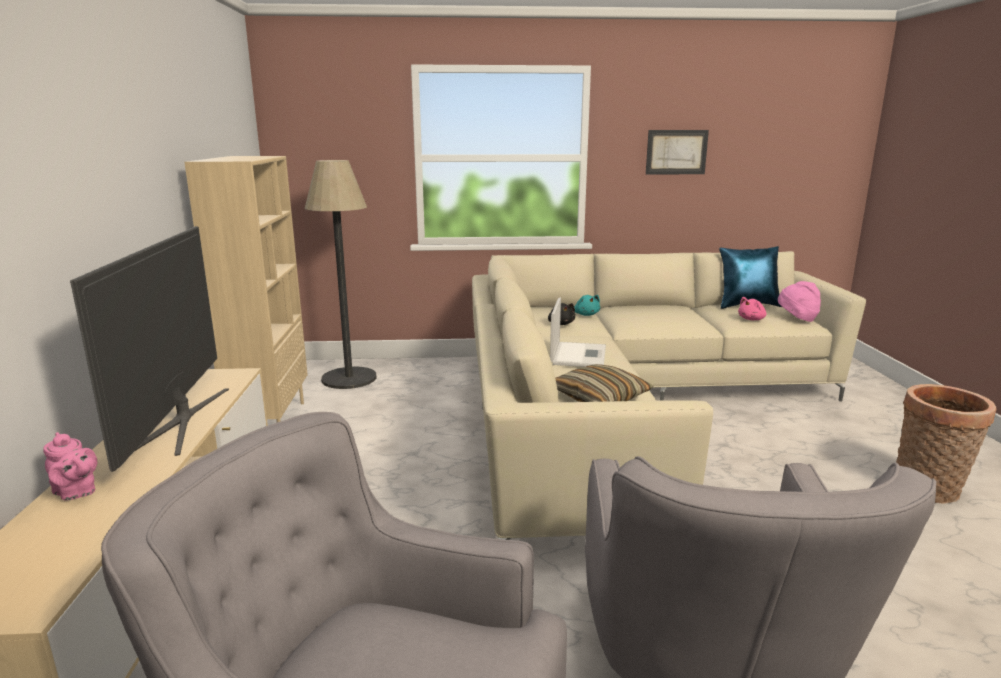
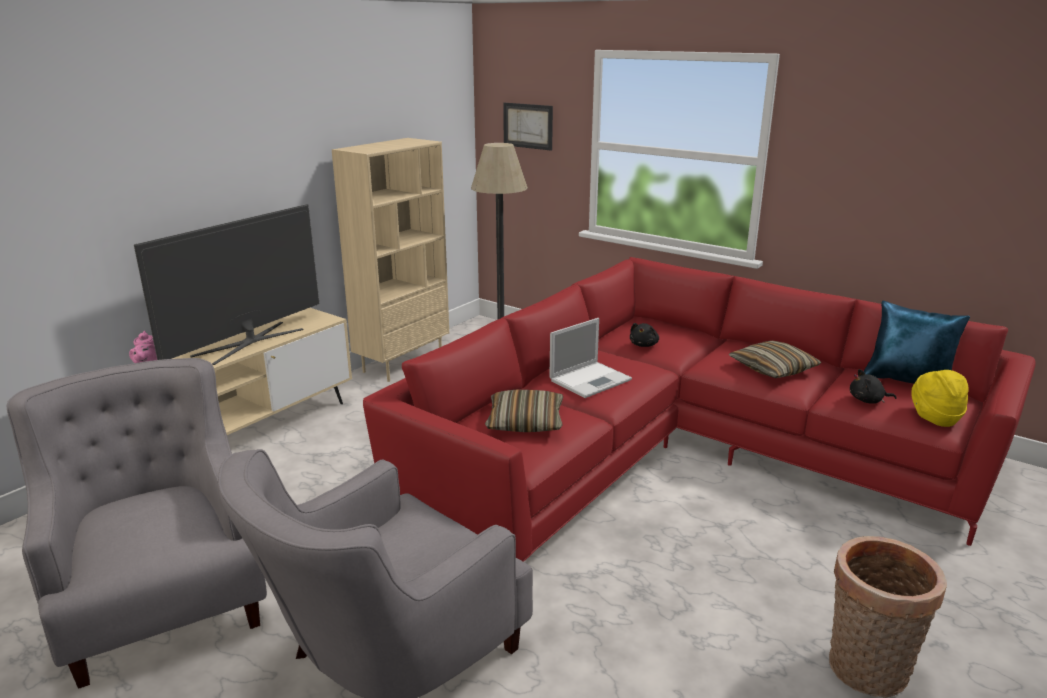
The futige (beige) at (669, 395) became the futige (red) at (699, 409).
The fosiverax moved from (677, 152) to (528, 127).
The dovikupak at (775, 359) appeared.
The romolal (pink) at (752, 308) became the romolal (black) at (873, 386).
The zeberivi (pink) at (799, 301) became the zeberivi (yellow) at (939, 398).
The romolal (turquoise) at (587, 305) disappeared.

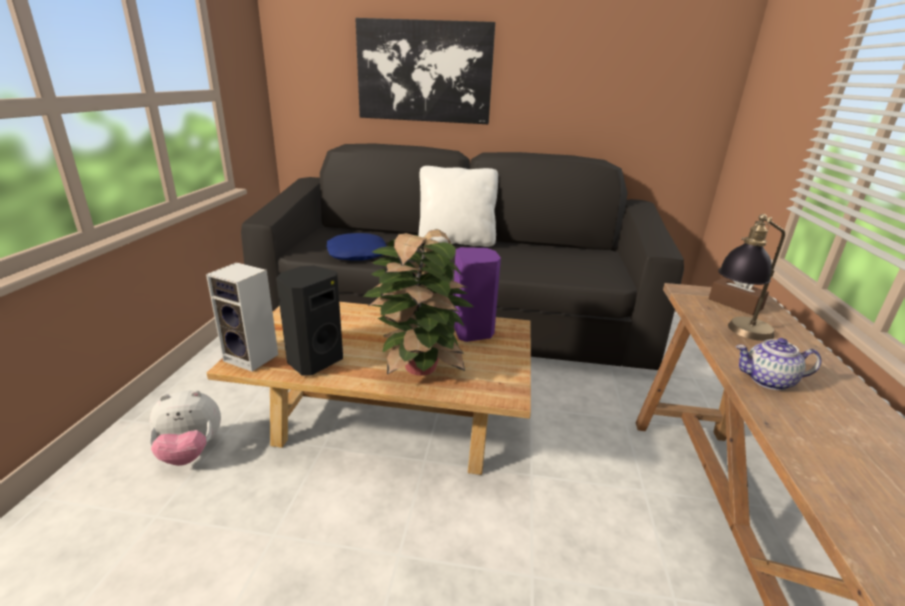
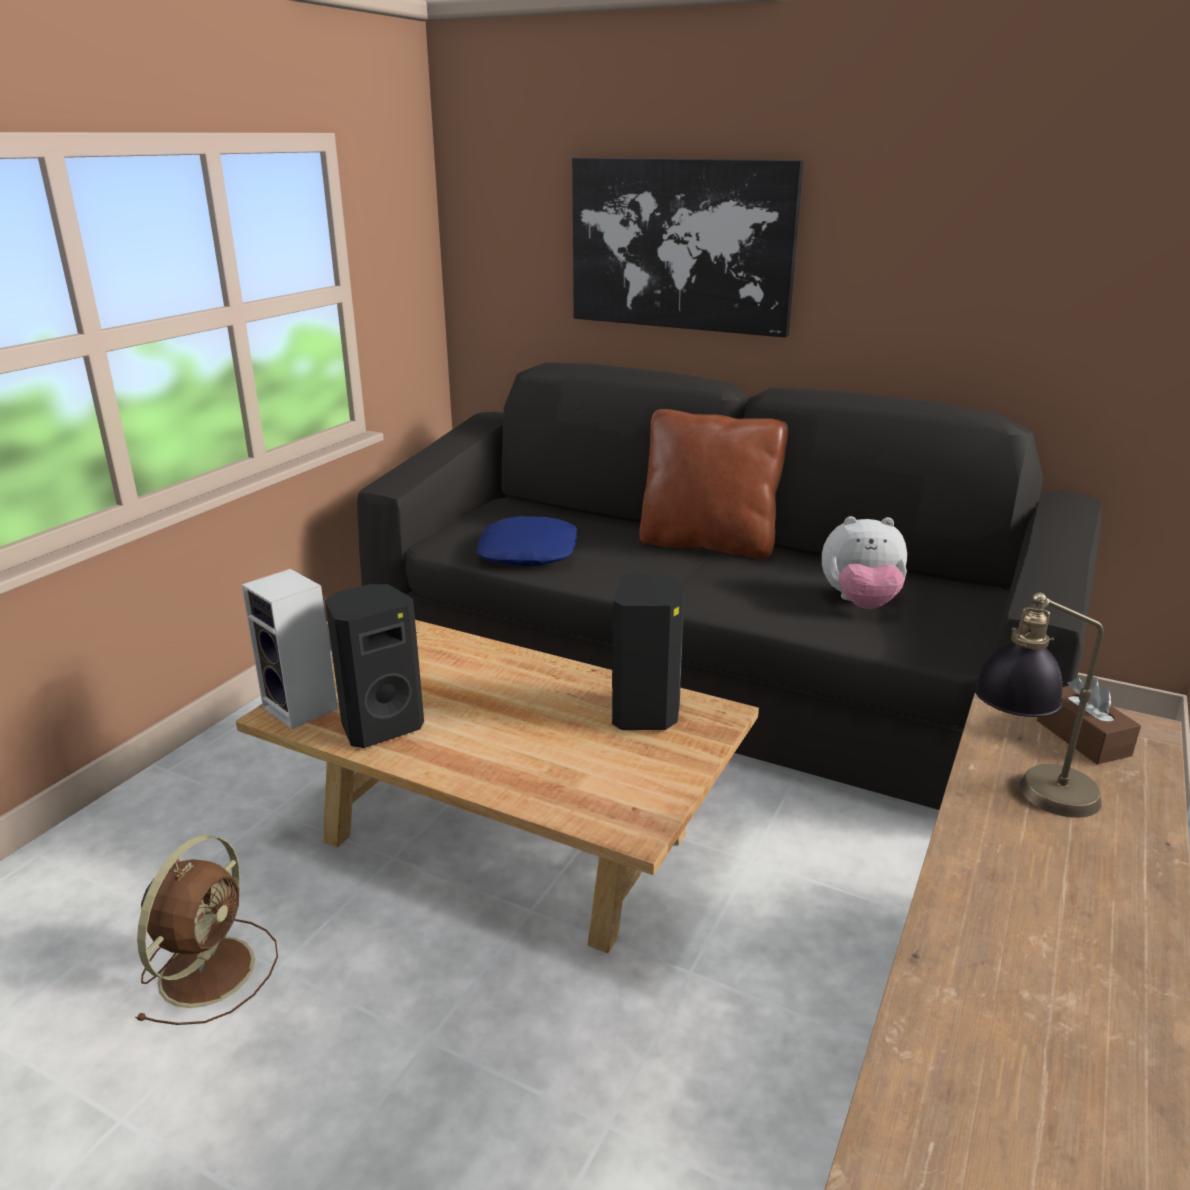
The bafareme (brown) at (206, 930) appeared.
The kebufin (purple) at (477, 294) became the kebufin (black) at (648, 651).
The dovikupak (white) at (458, 206) became the dovikupak (brown) at (713, 484).
The romolal moved from (185, 428) to (864, 562).
The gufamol at (418, 302) disappeared.
The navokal at (778, 364) disappeared.

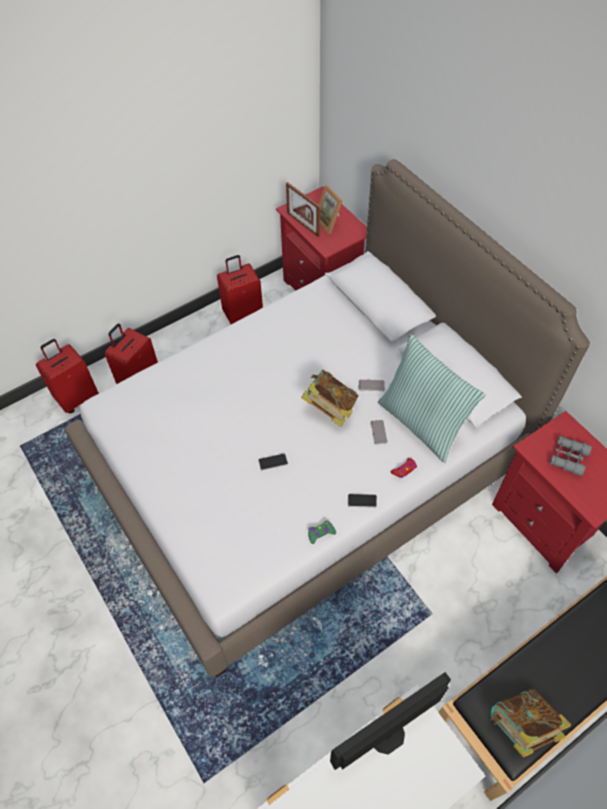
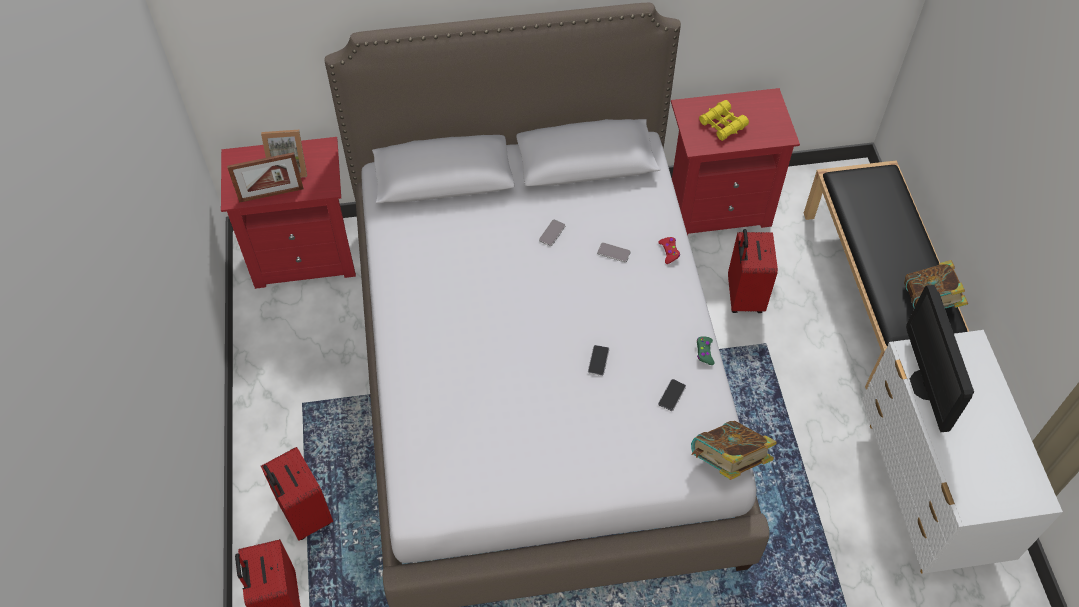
The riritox moved from (362, 501) to (672, 395).
The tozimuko moved from (330, 398) to (734, 450).
The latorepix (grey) at (571, 456) became the latorepix (yellow) at (724, 120).
The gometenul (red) moved from (240, 289) to (753, 271).
The dovikupak at (432, 398) disappeared.

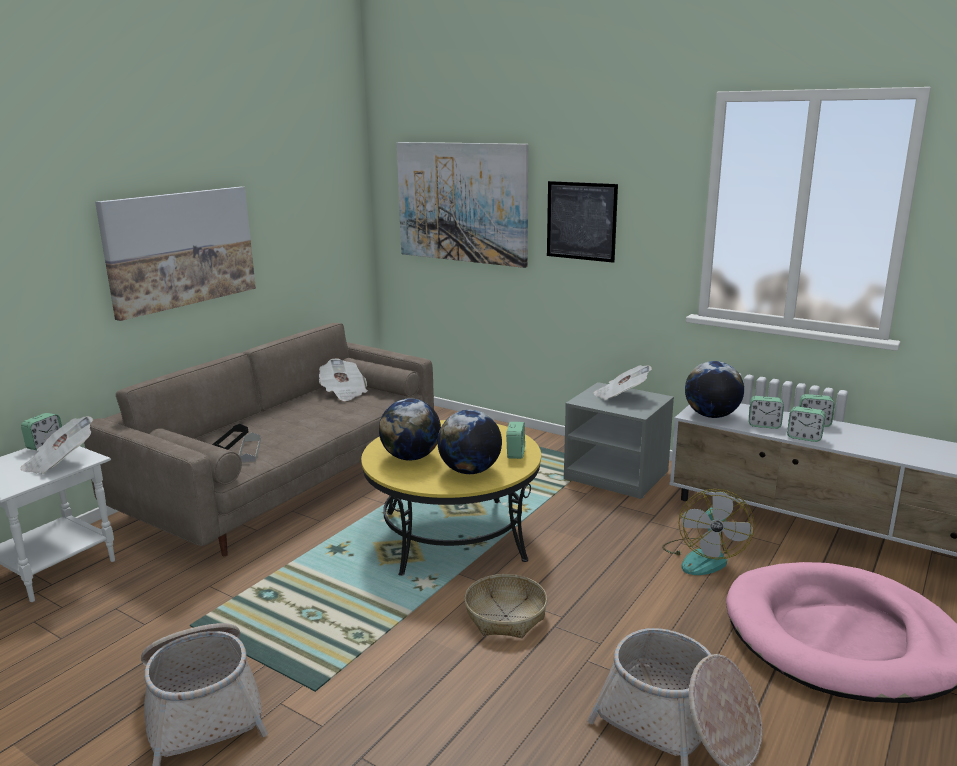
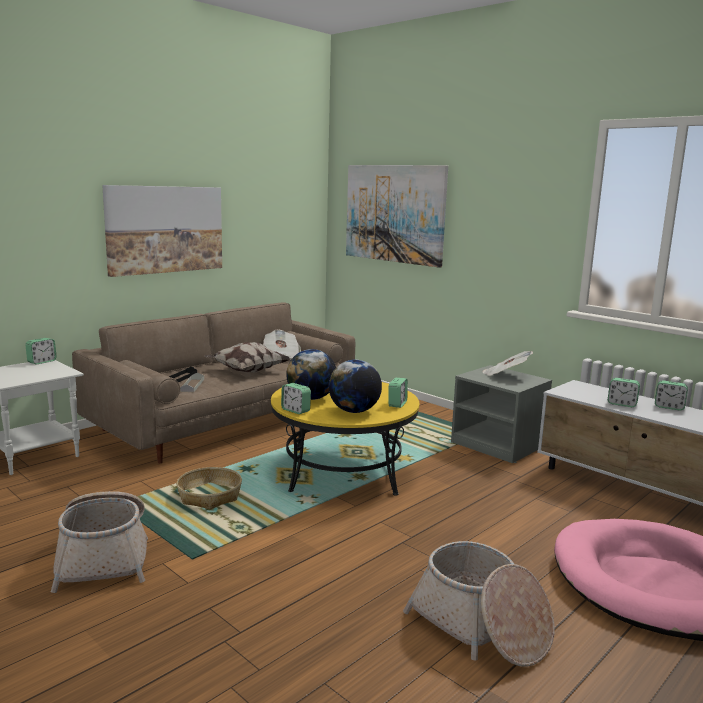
The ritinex moved from (505, 606) to (209, 488).
The dovikupak at (247, 357) appeared.
The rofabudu moved from (806, 424) to (296, 398).
The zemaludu at (57, 445) disappeared.
The fosiverax at (582, 222) disappeared.
The bafareme at (708, 532) disappeared.
The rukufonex at (714, 389) disappeared.

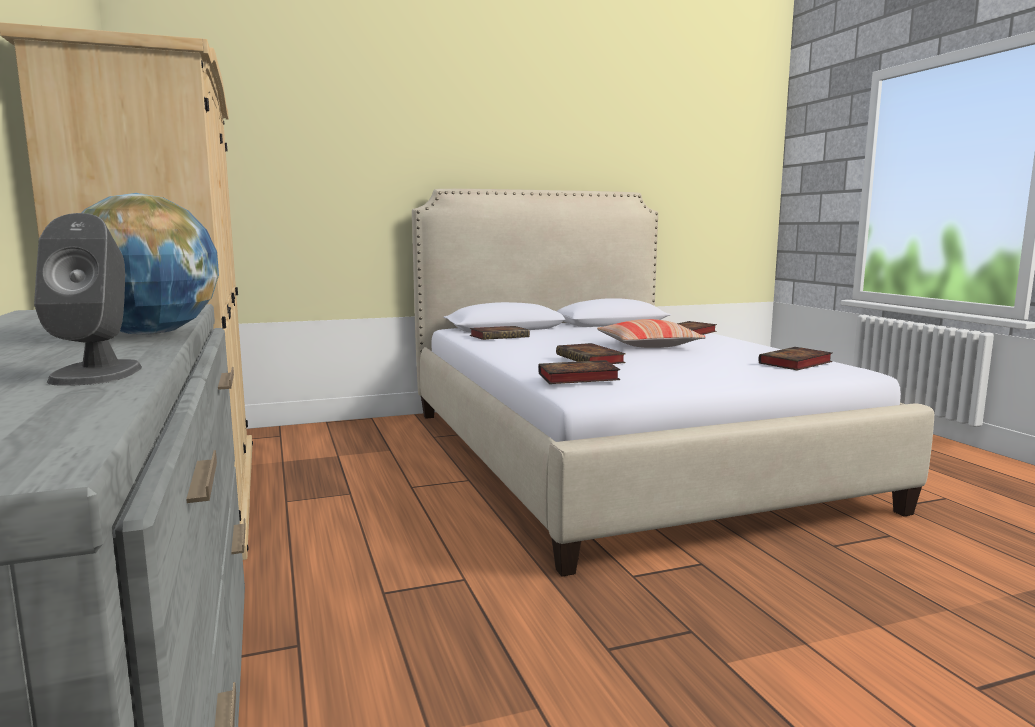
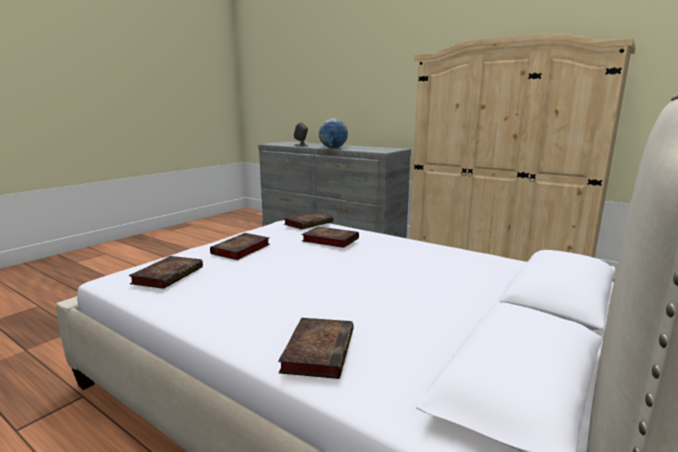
The tozimuko moved from (499, 333) to (240, 246).
The dovikupak at (651, 333) disappeared.

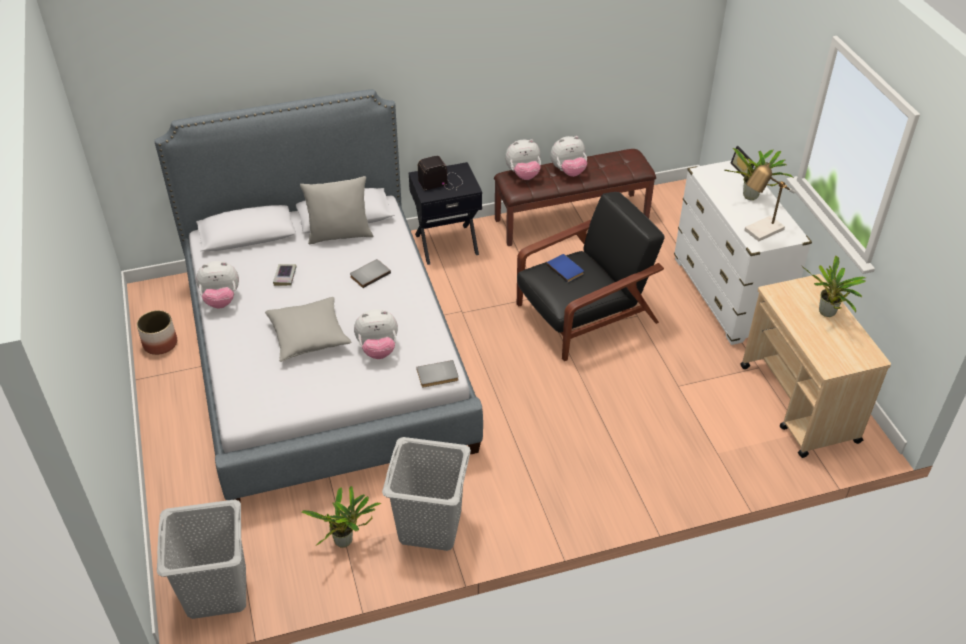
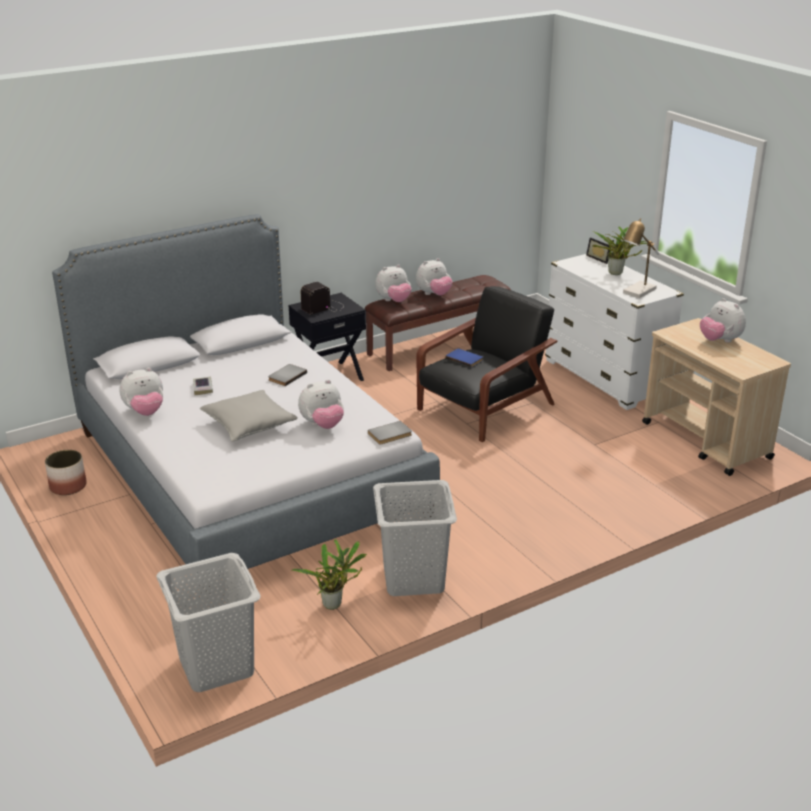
The gufamol at (833, 286) was replaced by the romolal at (723, 320).
The dovikupak (grey) at (336, 210) disappeared.

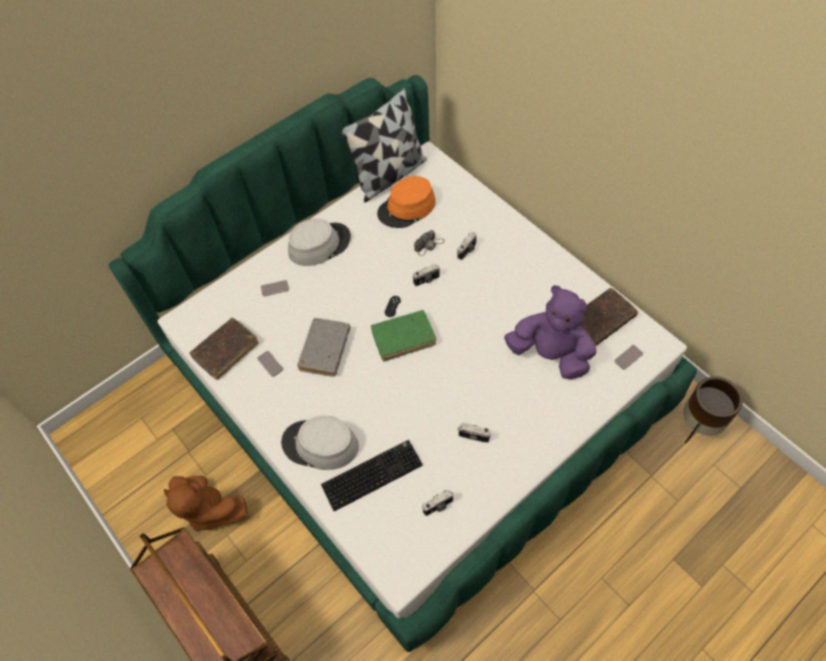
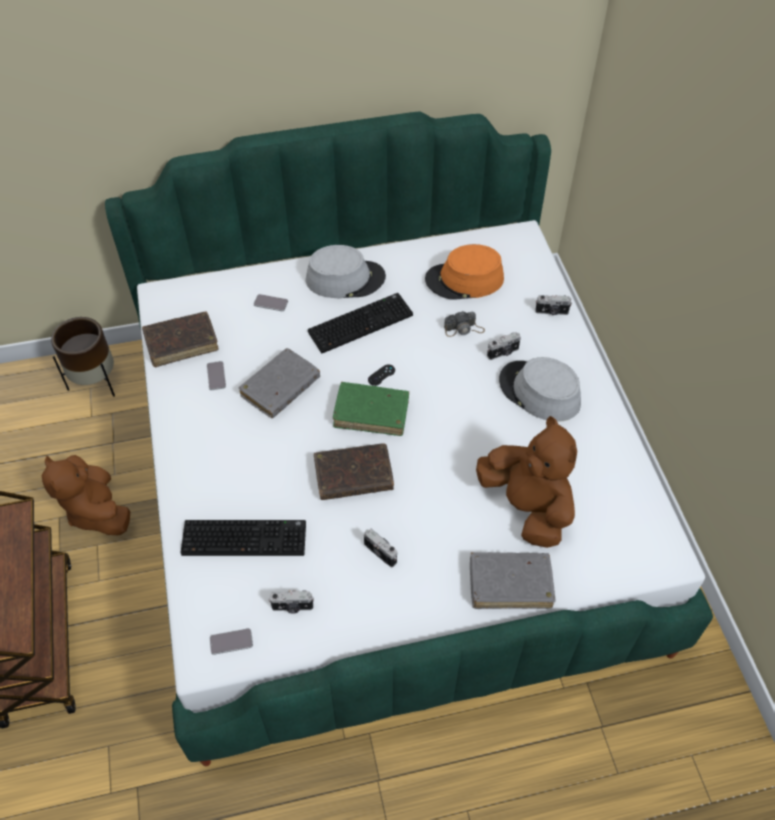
The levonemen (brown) moved from (713, 409) to (83, 357).
The riritox moved from (628, 357) to (231, 641).
The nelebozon at (360, 323) appeared.
The tozimuko (brown) moved from (609, 317) to (354, 471).
The tozimuko (grey) at (512, 580) appeared.
The romolal (purple) at (550, 332) became the romolal (brown) at (526, 482).
The zeberivi (grey) moved from (320, 443) to (540, 389).
The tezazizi moved from (426, 275) to (554, 305).
The dovikupak at (384, 145) disappeared.

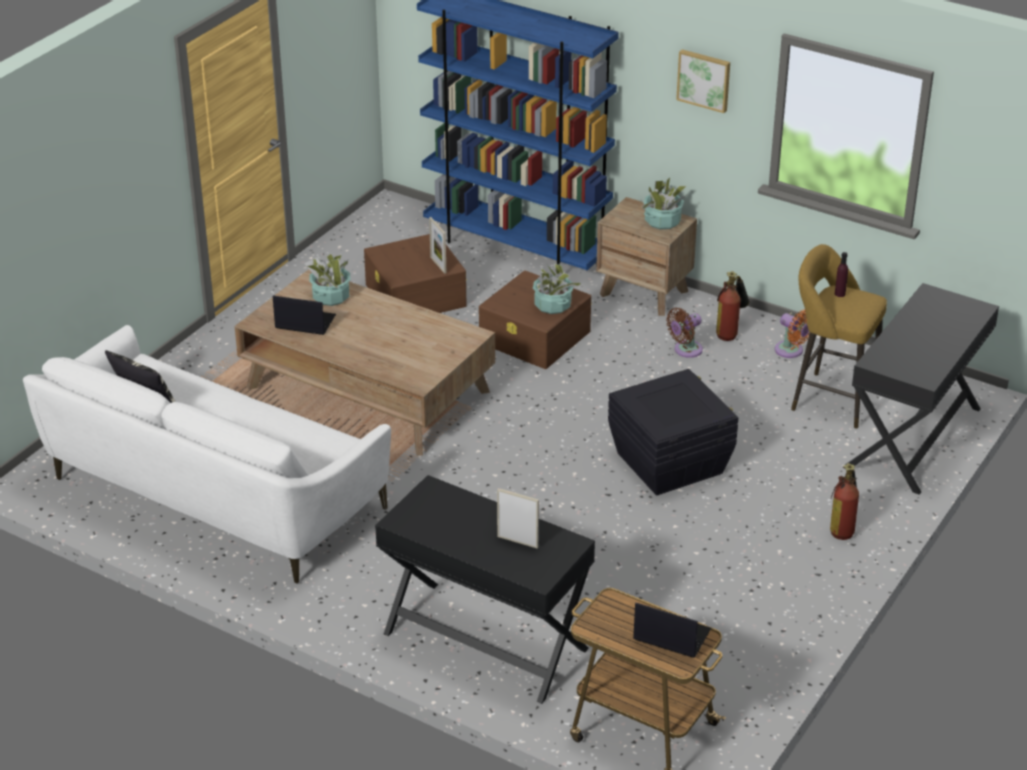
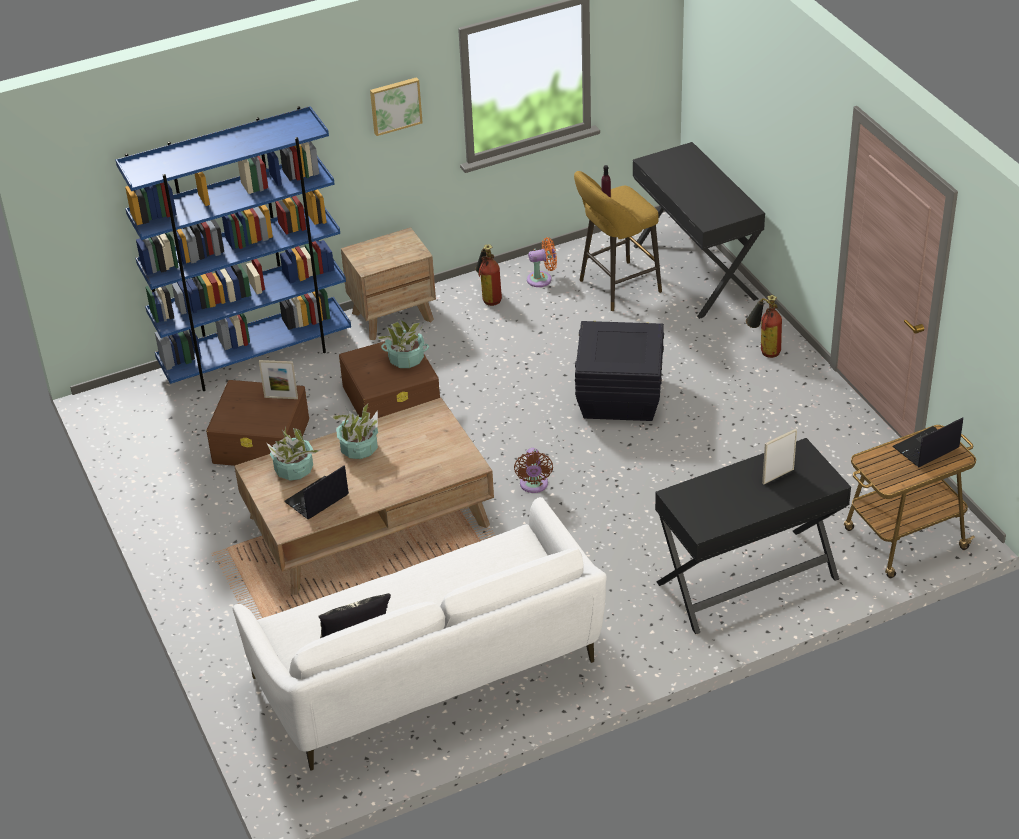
The gufamol moved from (664, 203) to (354, 431).
The bafareme (brown) moved from (684, 333) to (533, 470).

